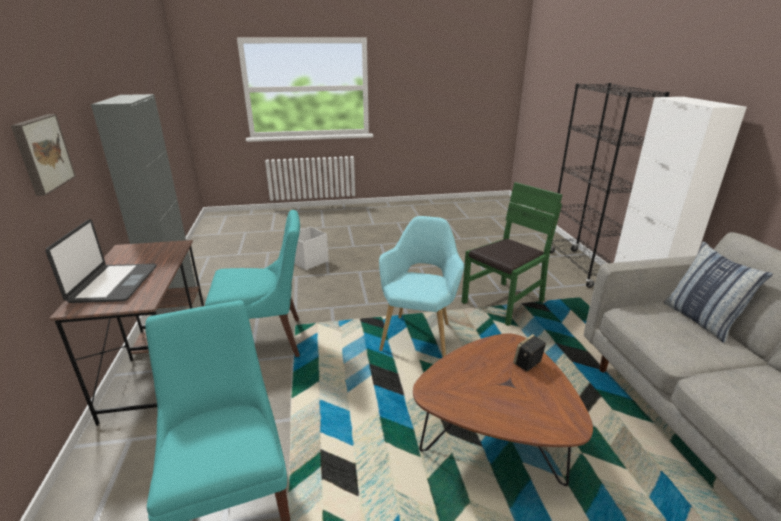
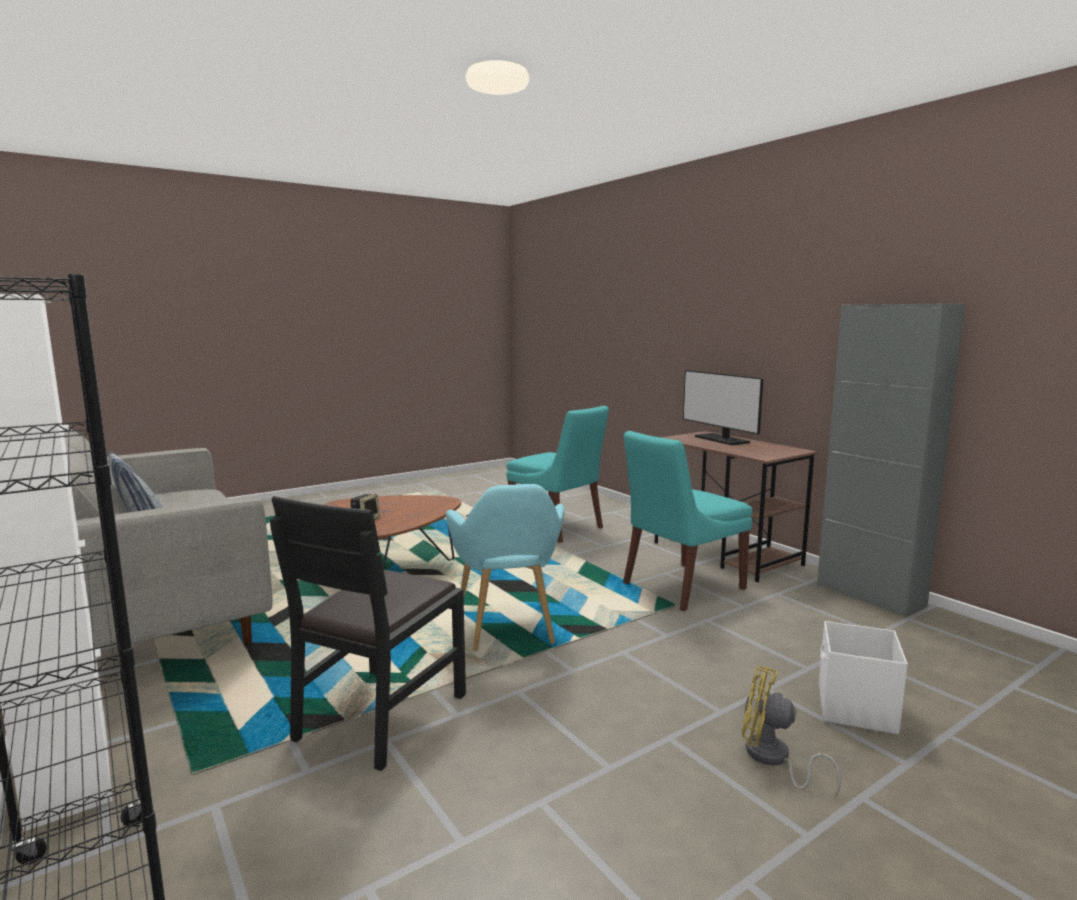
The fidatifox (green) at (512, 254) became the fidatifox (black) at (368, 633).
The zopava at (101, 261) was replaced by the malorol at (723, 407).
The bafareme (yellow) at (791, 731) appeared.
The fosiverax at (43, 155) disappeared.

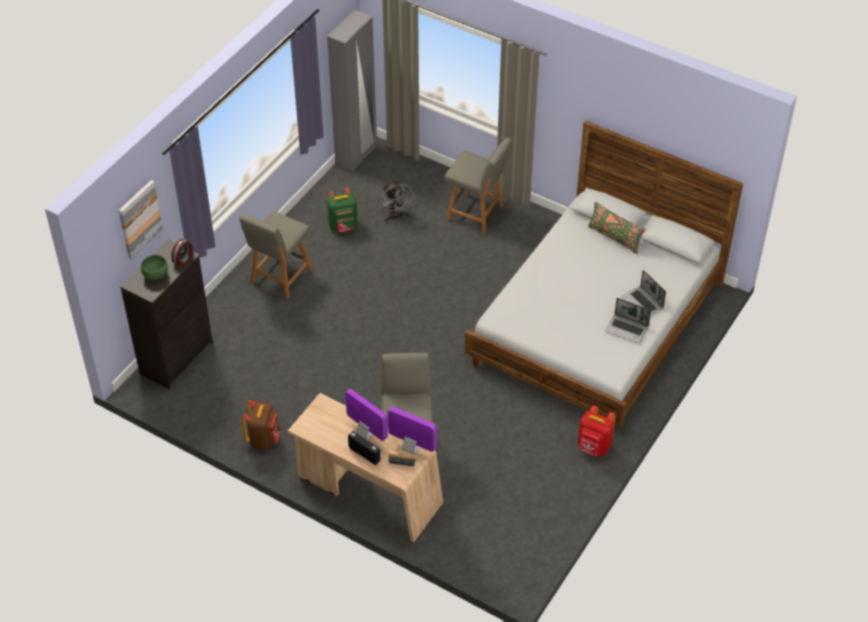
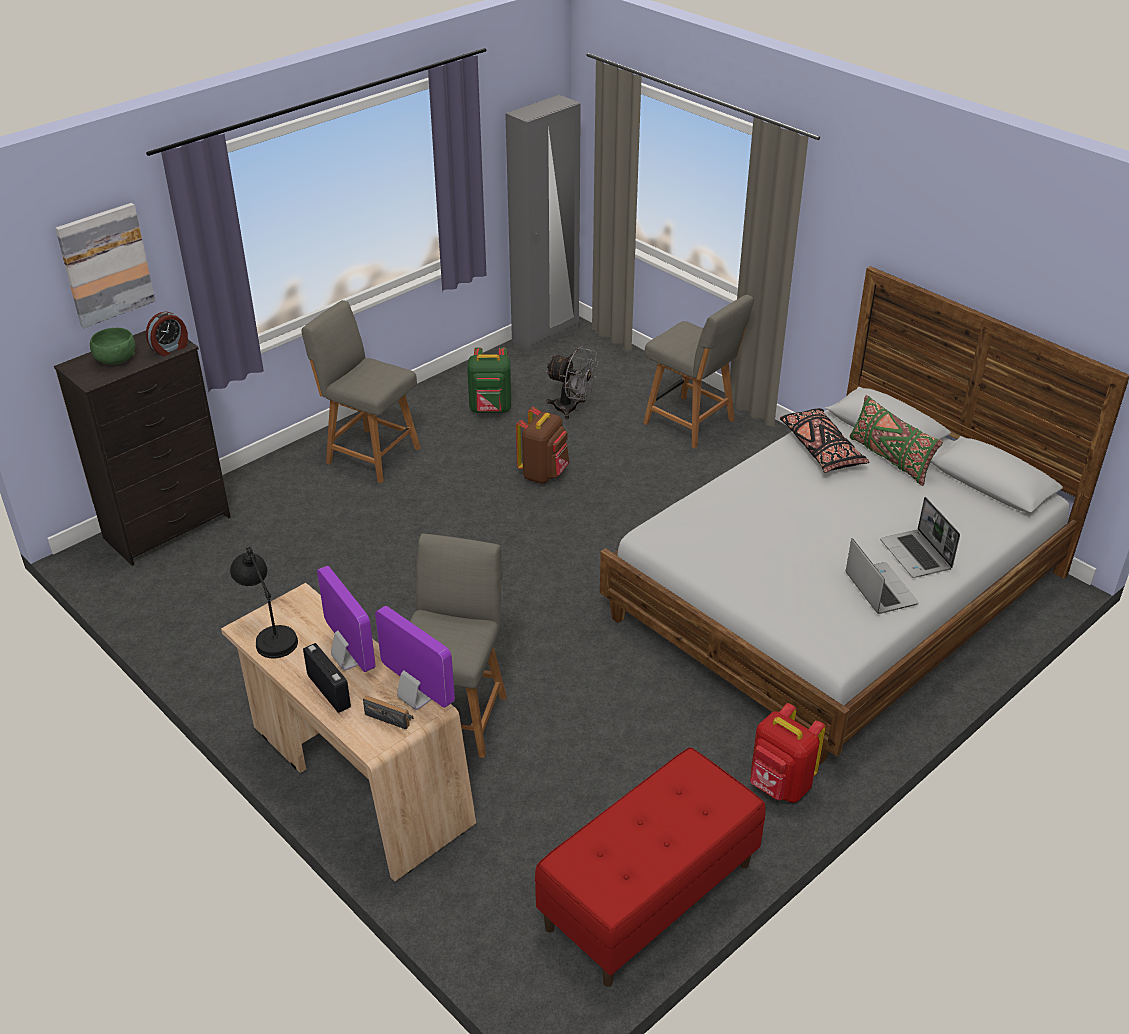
The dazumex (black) at (264, 603) appeared.
The fidatifox (grey) at (276, 255) turned 75 degrees clockwise.
The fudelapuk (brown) moved from (261, 425) to (542, 445).
The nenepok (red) at (650, 867) appeared.
The bafareme (grey) at (398, 200) turned 60 degrees counterclockwise.
The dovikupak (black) at (824, 440) appeared.
The zopava at (628, 321) turned 150 degrees counterclockwise.

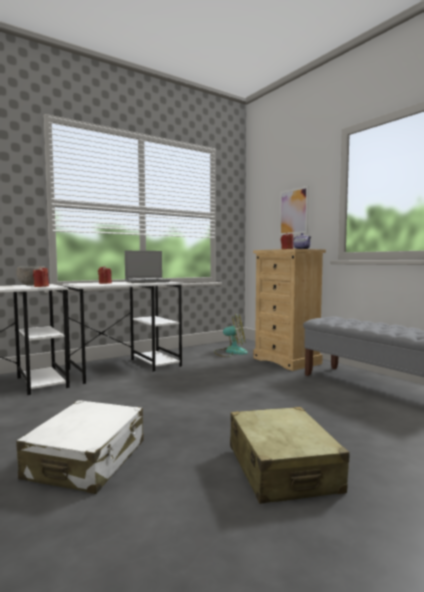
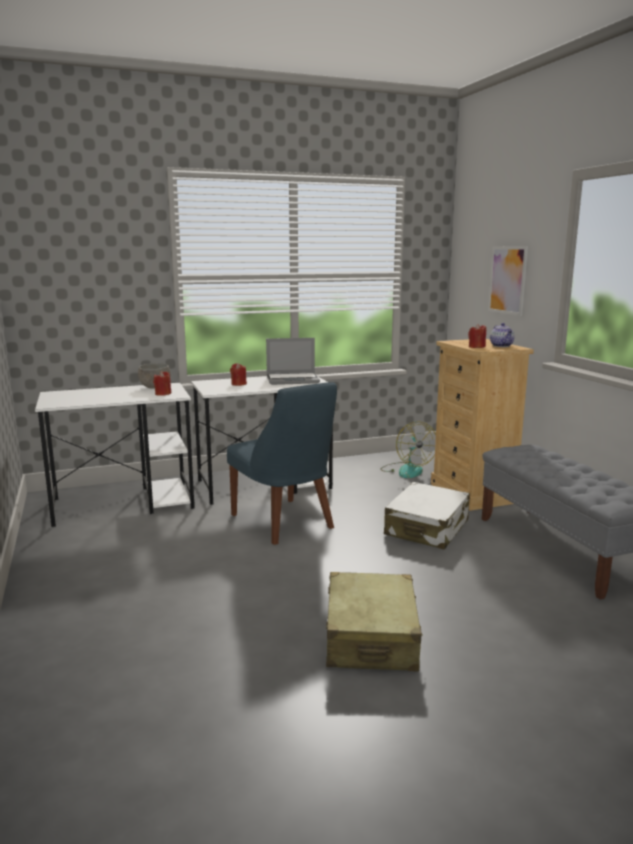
The fidatifox (blue) at (282, 463) appeared.
The bafareme at (231, 335) turned 60 degrees clockwise.
The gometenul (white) moved from (80, 447) to (427, 516).

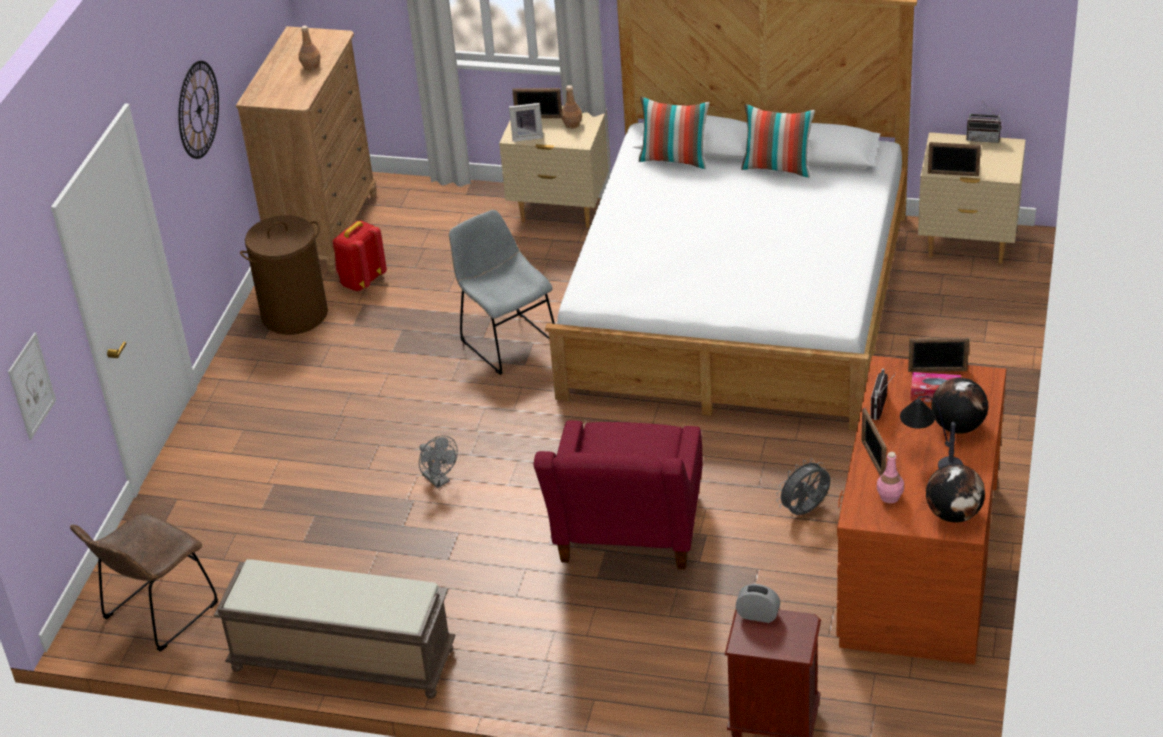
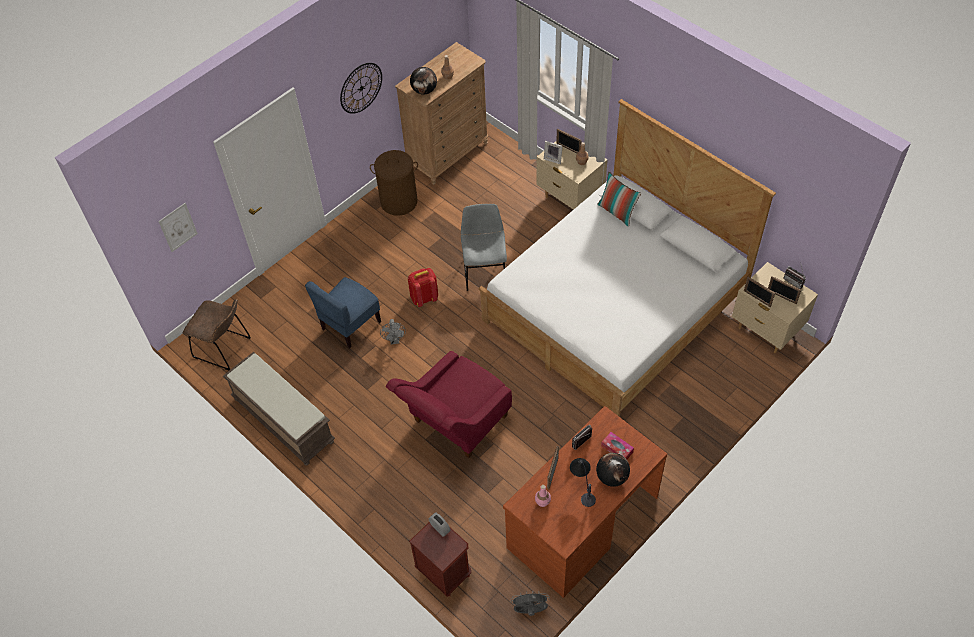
The fidatifox (brown) at (144, 582) turned 135 degrees counterclockwise.
The fidatifox (blue) at (343, 312) appeared.
The fudelapuk (red) moved from (359, 256) to (423, 287).
The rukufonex moved from (955, 493) to (423, 81).
The bafareme (grey) moved from (803, 486) to (530, 604).
The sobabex moved from (938, 354) to (784, 290).
The dovikupak at (778, 141) disappeared.

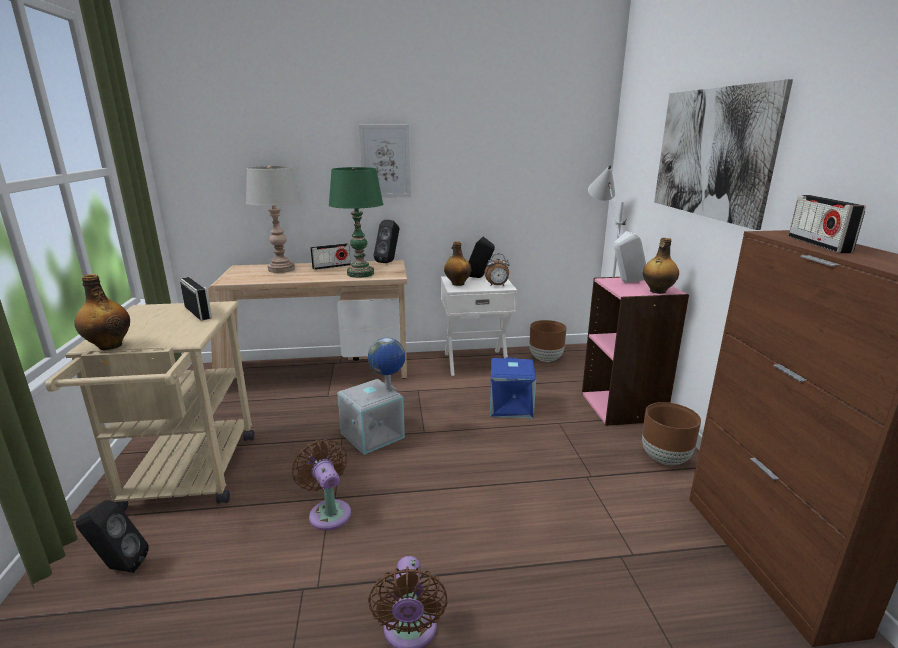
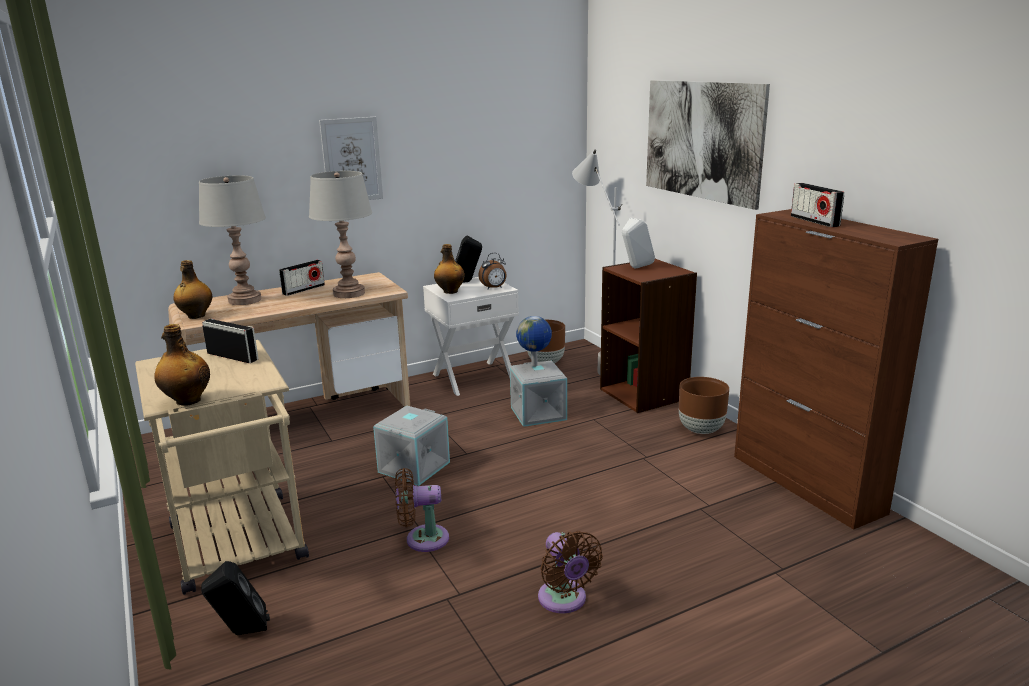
The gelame moved from (661, 266) to (193, 289).
The dazumex (green) at (356, 222) became the dazumex (grey) at (340, 234).
The bafareme (brown) at (321, 484) turned 45 degrees counterclockwise.
The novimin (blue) at (513, 388) became the novimin (grey) at (538, 394).
The rukufonex moved from (386, 364) to (534, 341).
The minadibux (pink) at (635, 351) became the minadibux (brown) at (648, 335).
The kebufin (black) at (386, 241) disappeared.

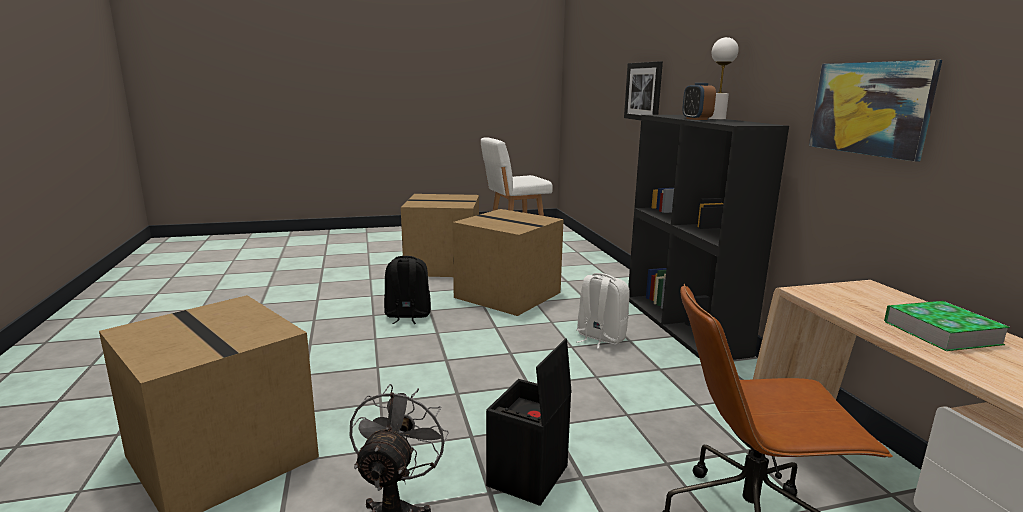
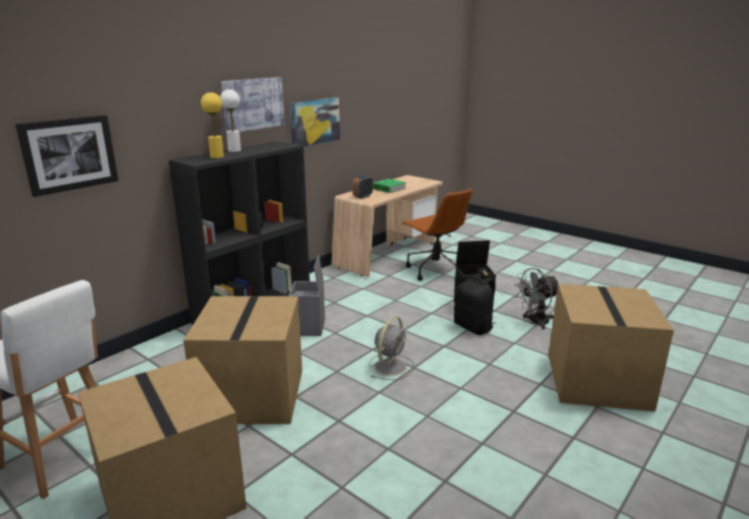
The dazumex (yellow) at (212, 125) appeared.
The fosiverax at (253, 104) appeared.
The fudelapuk (white) at (603, 311) was replaced by the novimin (grey) at (307, 295).
The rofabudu moved from (699, 101) to (363, 187).
The bafareme (grey) at (392, 348) appeared.
The fudelapuk (black) moved from (407, 290) to (475, 304).

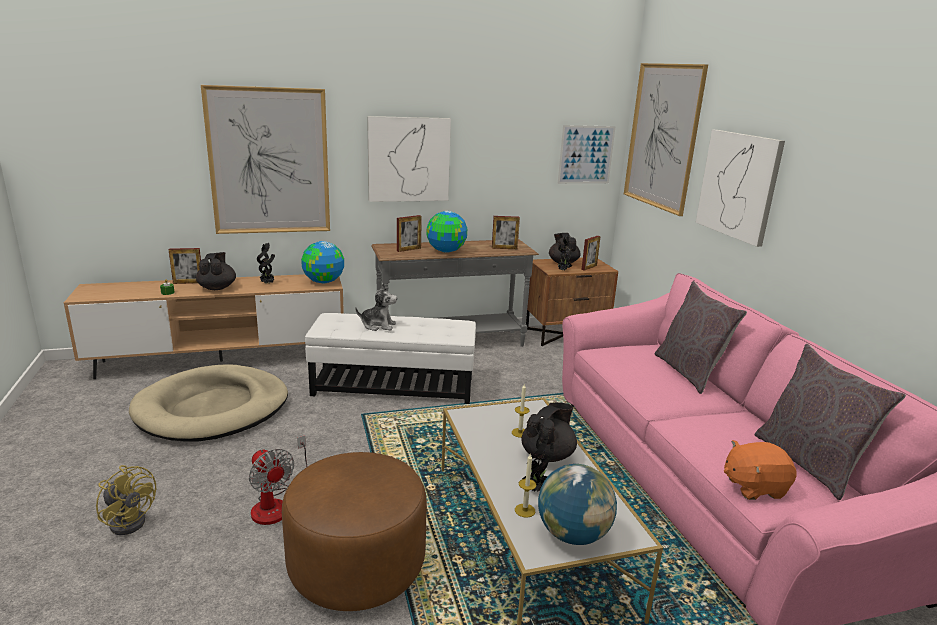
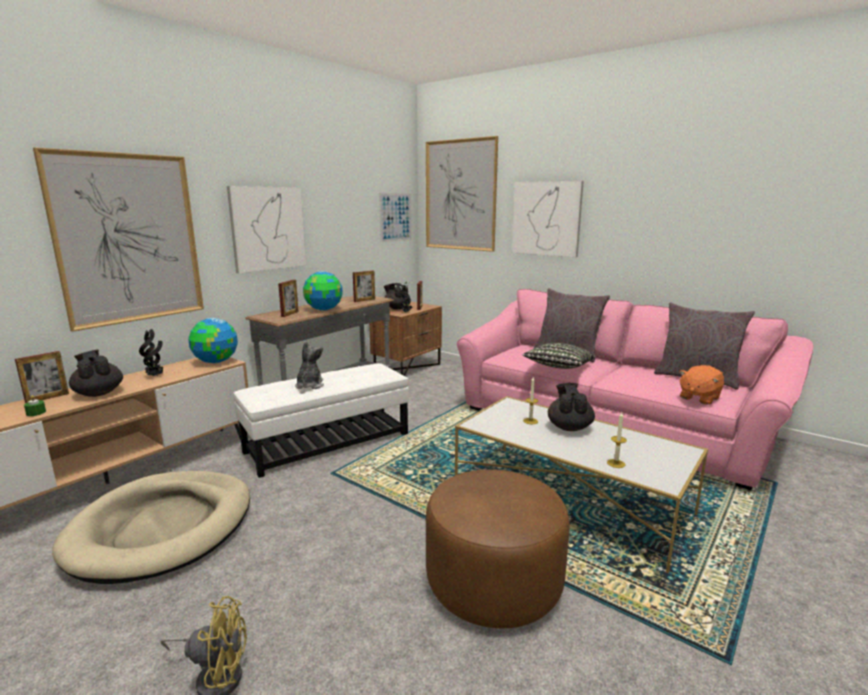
The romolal at (376, 307) turned 60 degrees counterclockwise.
The dovikupak at (558, 356) appeared.
The bafareme at (278, 480) disappeared.
The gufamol at (538, 459) disappeared.
The rukufonex at (577, 504) disappeared.

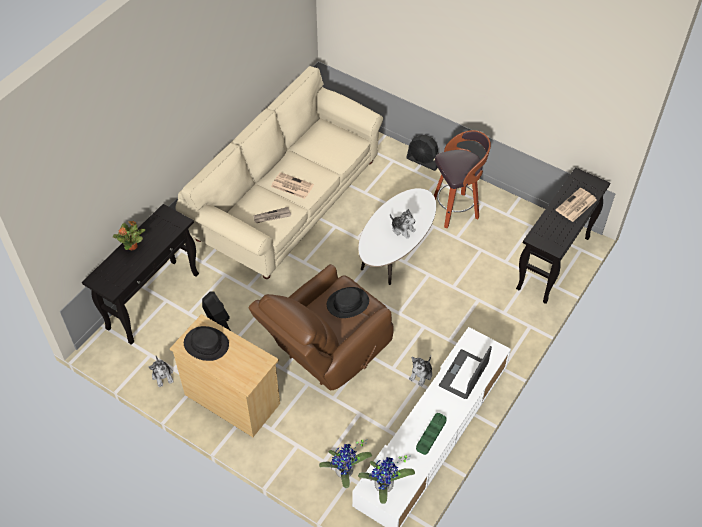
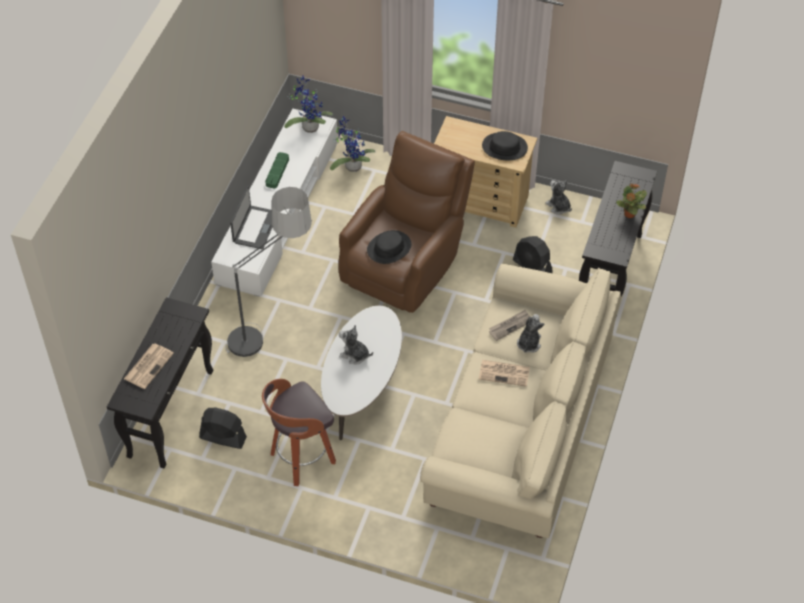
The bafareme (black) moved from (422, 153) to (223, 428).
The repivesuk at (268, 272) appeared.
The romolal moved from (420, 371) to (530, 333).

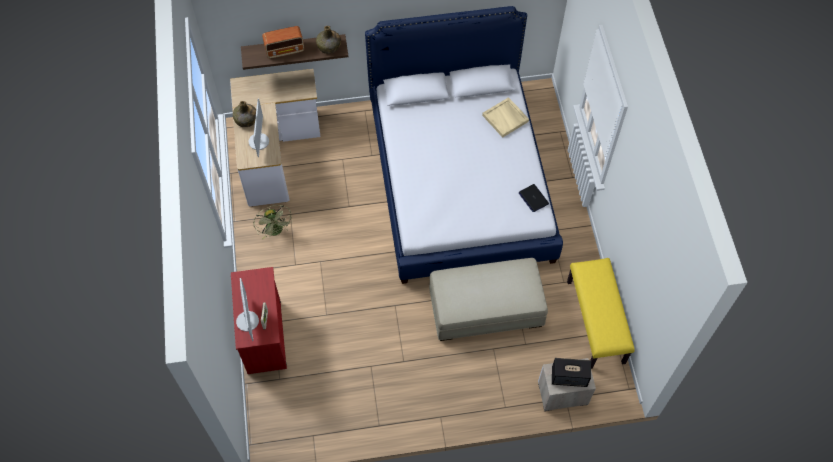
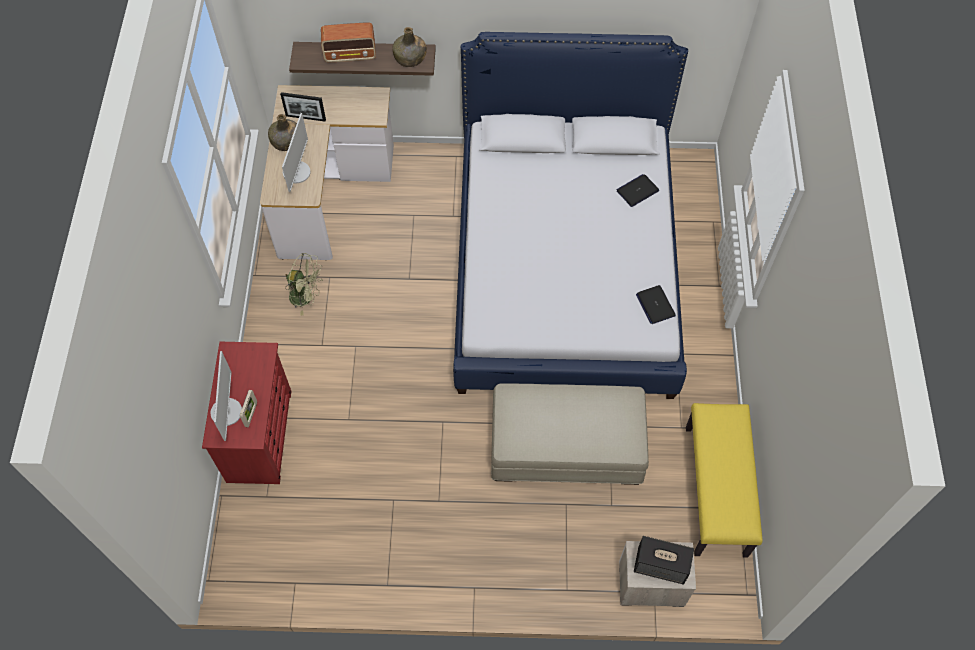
The sobabex at (303, 106) appeared.
The bafareme (green) at (273, 222) turned 60 degrees counterclockwise.
The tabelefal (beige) at (505, 117) was replaced by the zopava at (637, 190).

